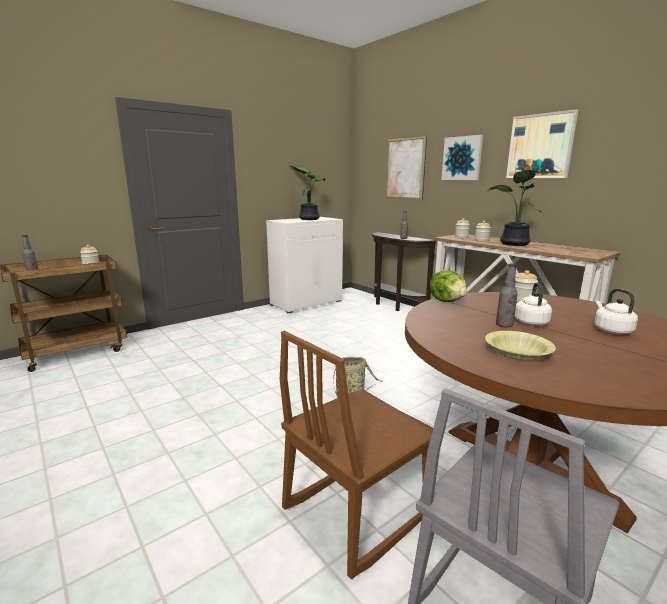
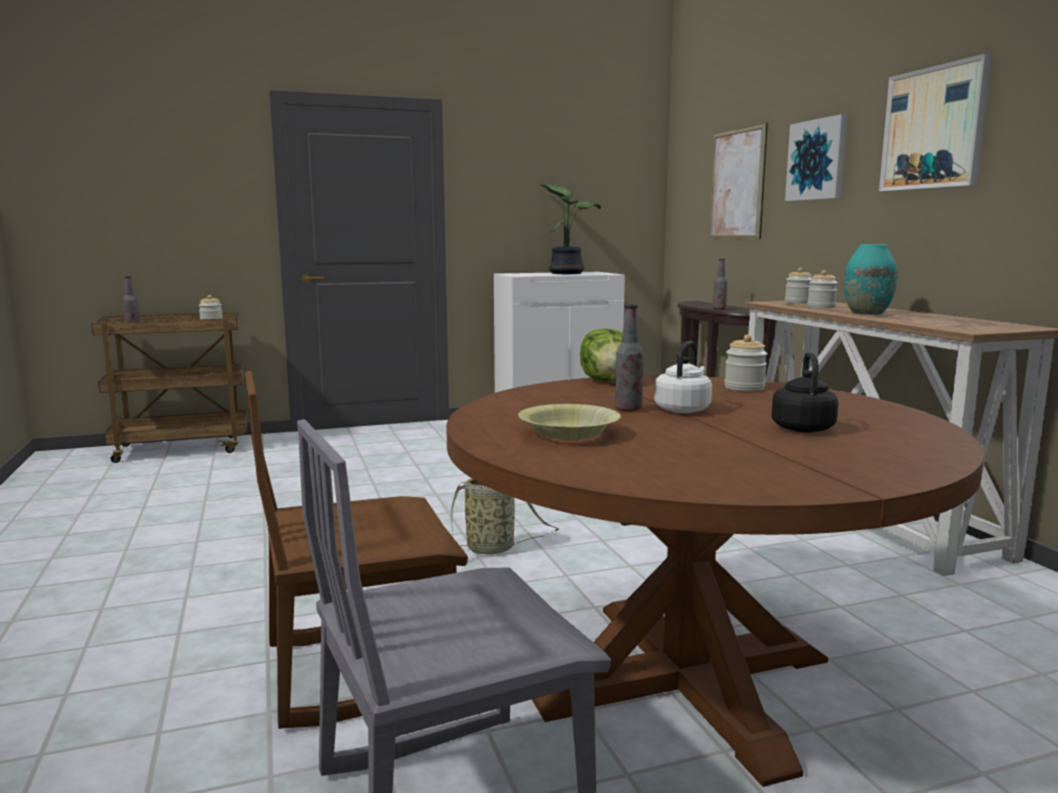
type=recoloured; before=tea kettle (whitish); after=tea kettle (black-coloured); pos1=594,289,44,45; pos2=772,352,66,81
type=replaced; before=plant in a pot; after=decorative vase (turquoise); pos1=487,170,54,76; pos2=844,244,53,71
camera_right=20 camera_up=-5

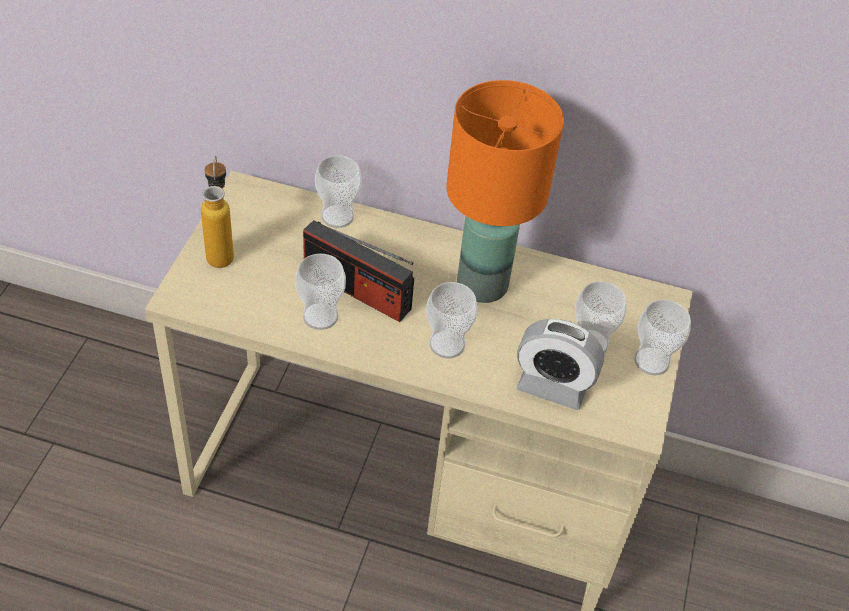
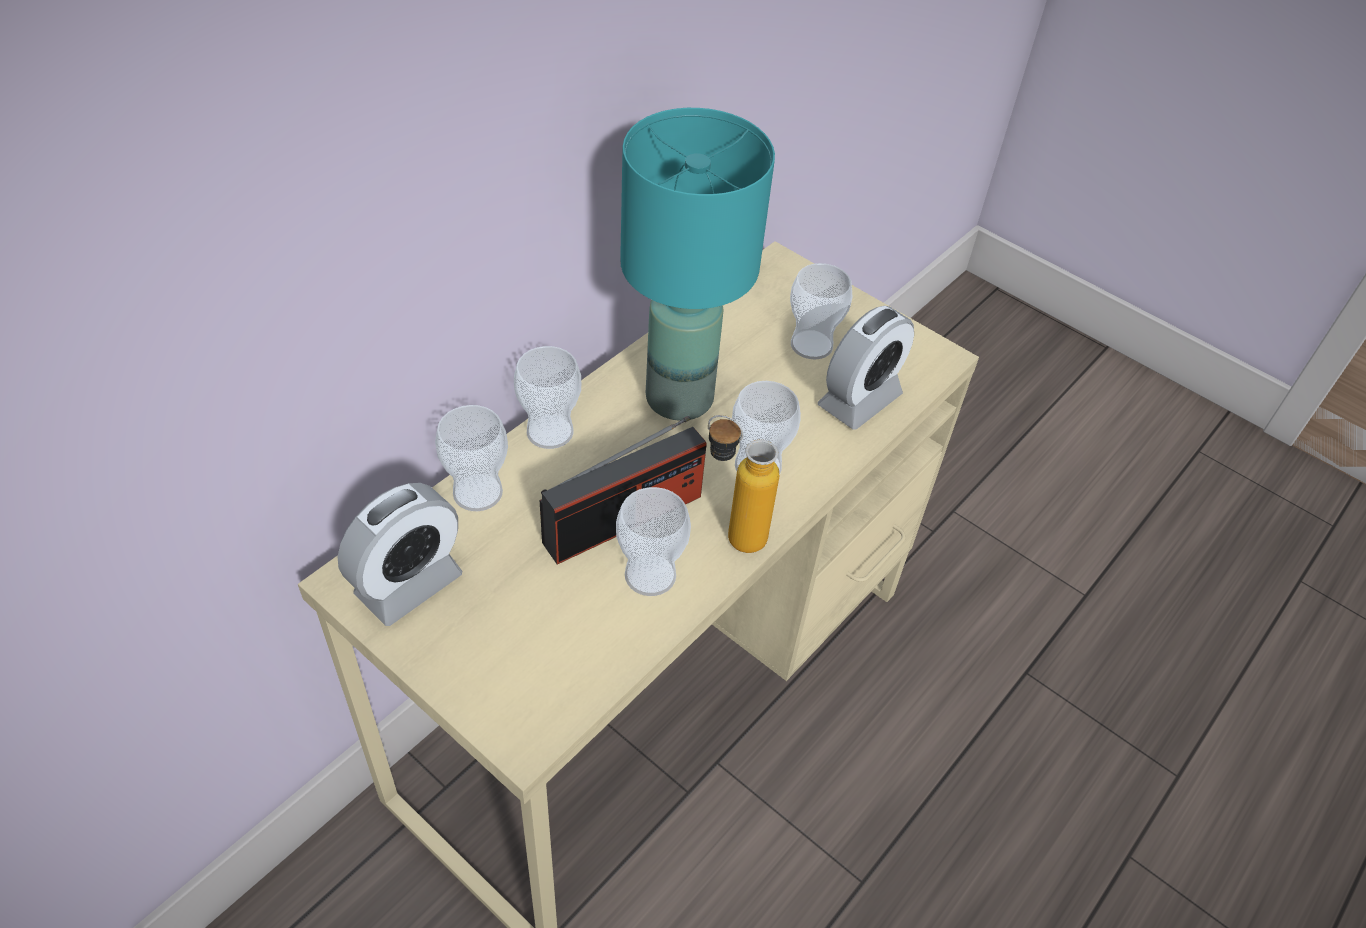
type=added; after=bedside clock; pos2=338,483,124,143
type=moved; before=cup; pos1=634,300,57,76; pos2=514,346,67,103
type=recoloured; before=table lamp (orangey); after=table lamp (turquoise); pos1=446,80,118,223; pos2=620,108,155,313
type=moved; before=bottle; pos1=201,156,33,112; pos2=708,415,71,138
camera_right=-65 camera_up=0

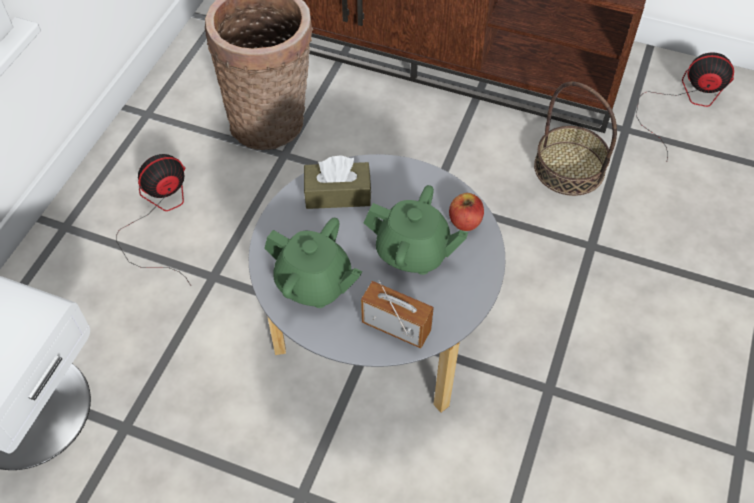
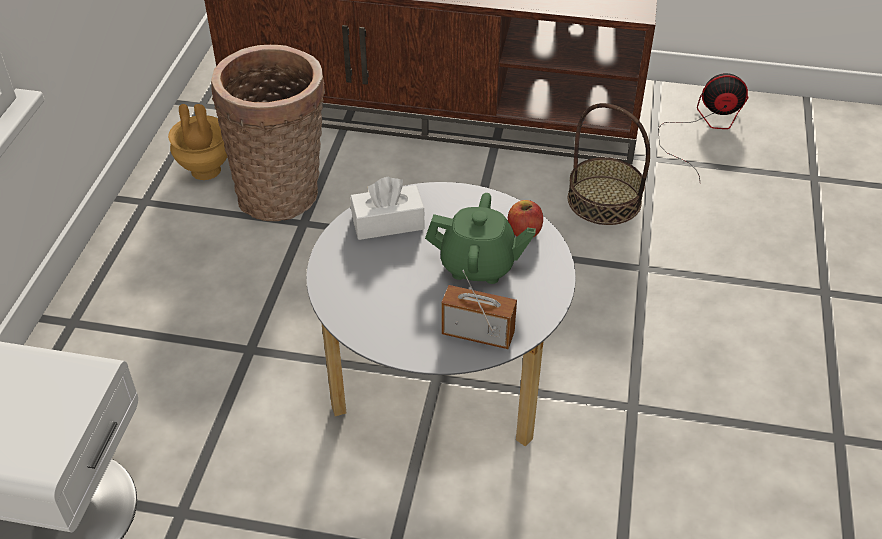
type=added; after=decorative vase (brownish); pos2=168,104,60,76
type=recoloured; before=tissue holder (brownish); after=tissue holder (whitish); pos1=304,155,67,54; pos2=350,177,75,63
type=removed; before=fan; pos1=116,154,75,132
type=removed; before=tea pot (green-coloured); pos1=264,218,98,90
camera_right=-10 camera_up=-10

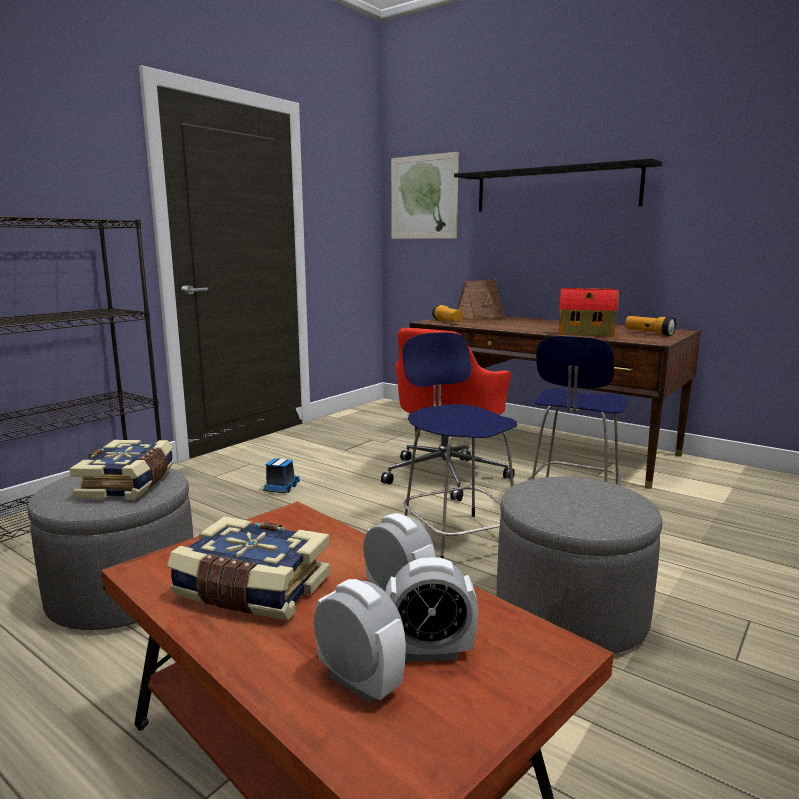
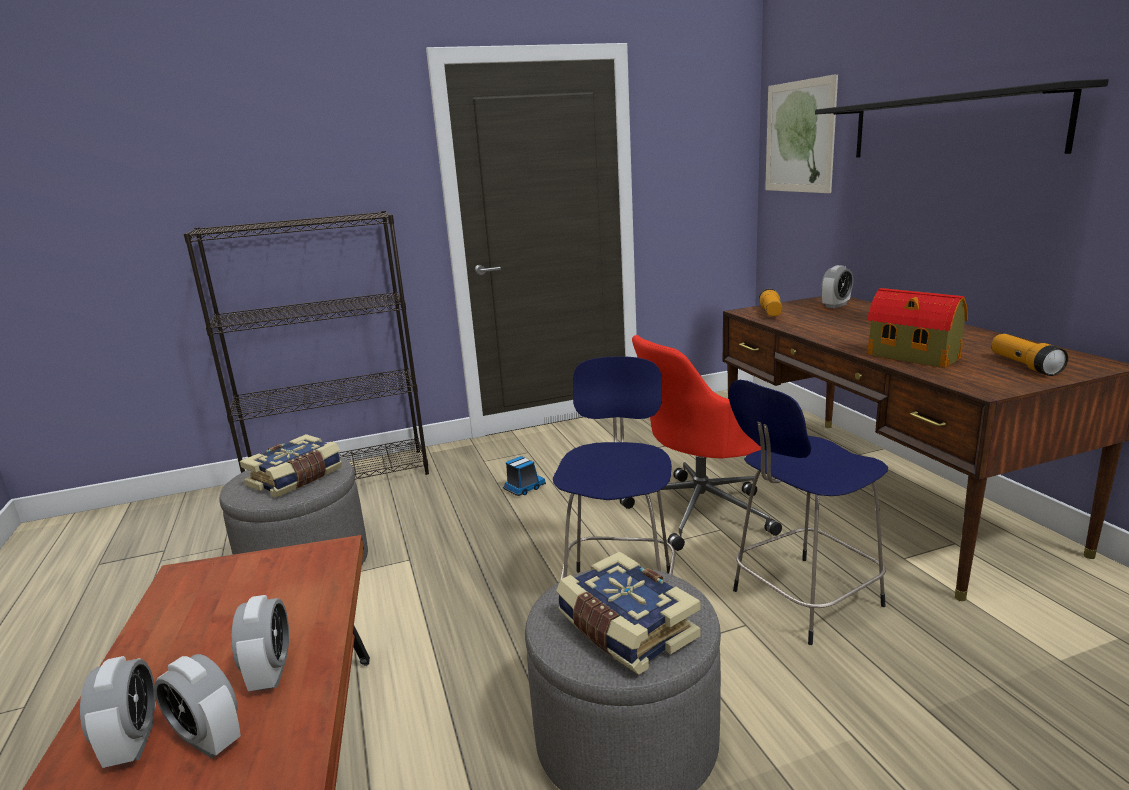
type=moved; before=book; pos1=167,516,164,104; pos2=556,551,145,124
type=replaced; before=miniature house; after=bedside clock; pos1=457,280,50,40; pos2=821,265,32,43
camera_right=35 camera_up=5

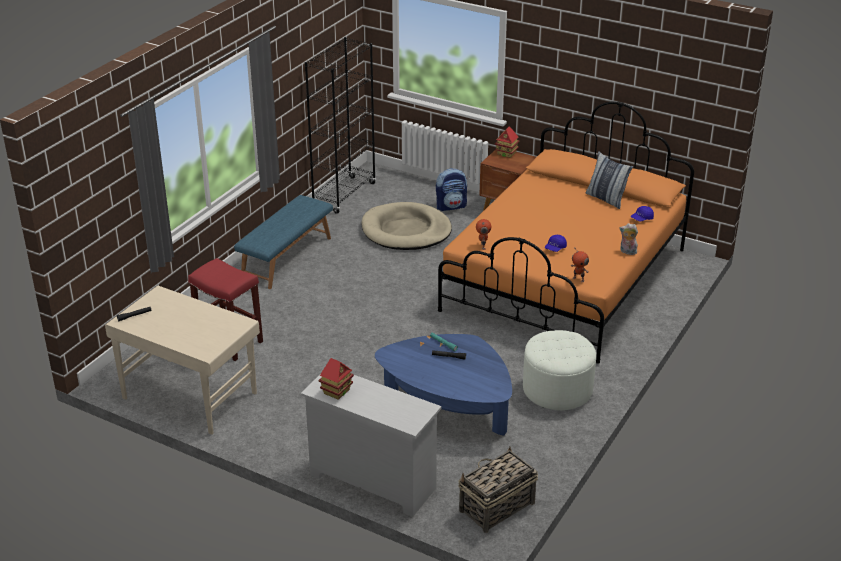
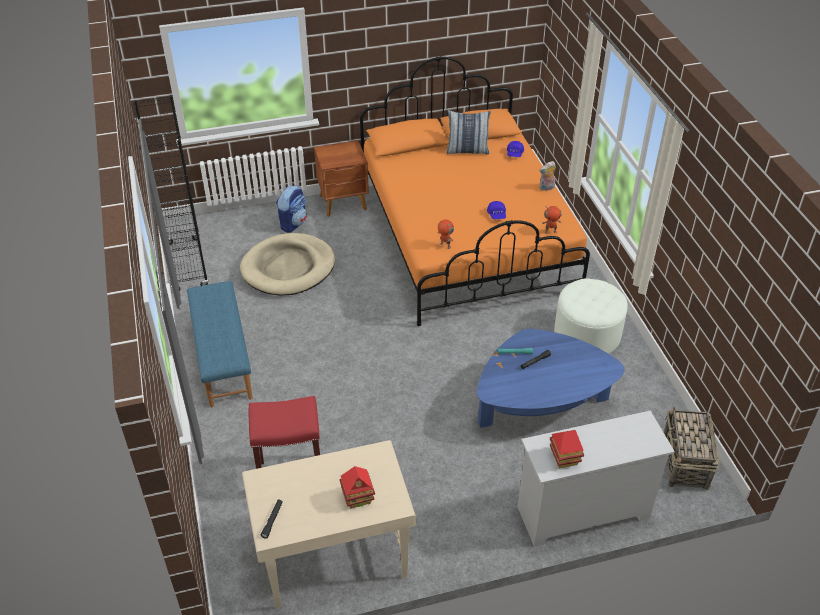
type=moved; before=miniature house; pos1=495,126,24,32; pos2=339,466,36,42
camera_right=-45 camera_up=10

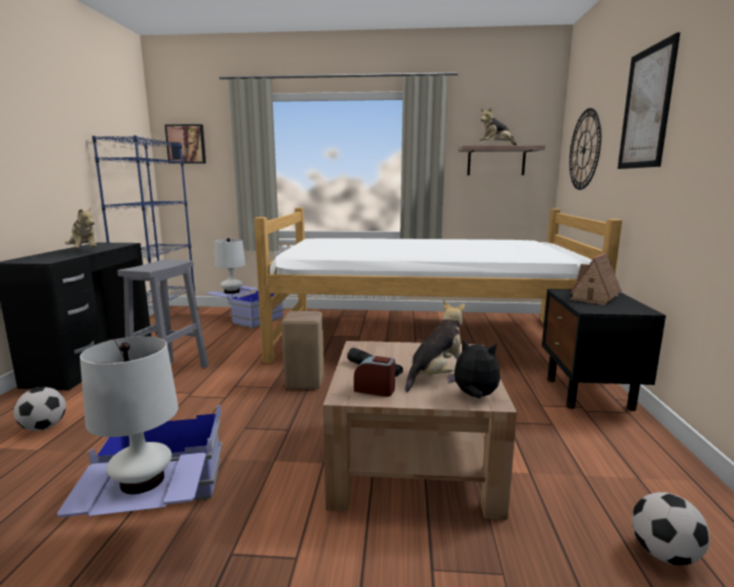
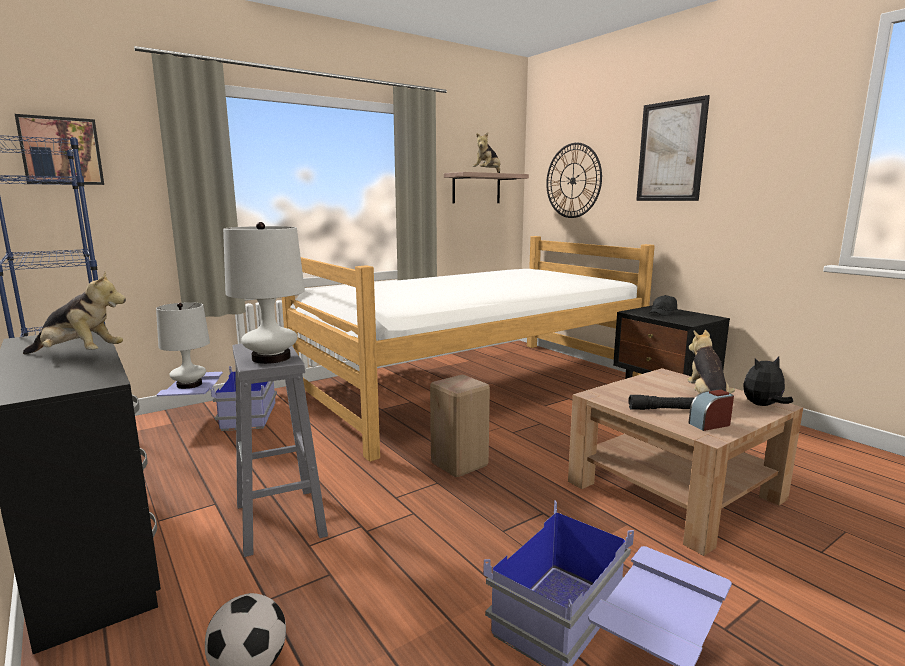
type=moved; before=table lamp (whitish); pos1=80,336,98,158; pos2=223,222,82,142
type=replaced; before=miniature house; after=cap (black-coloured); pos1=570,253,52,52; pos2=648,295,29,21
type=removed; before=football ball; pos1=632,492,78,74
camera_right=-40 camera_up=0

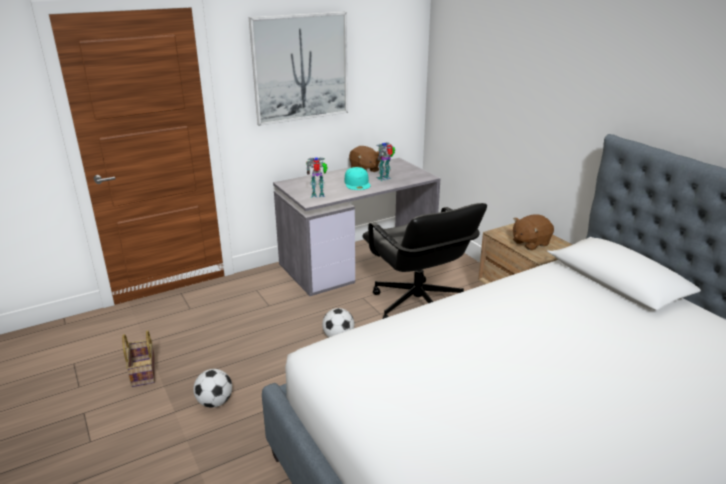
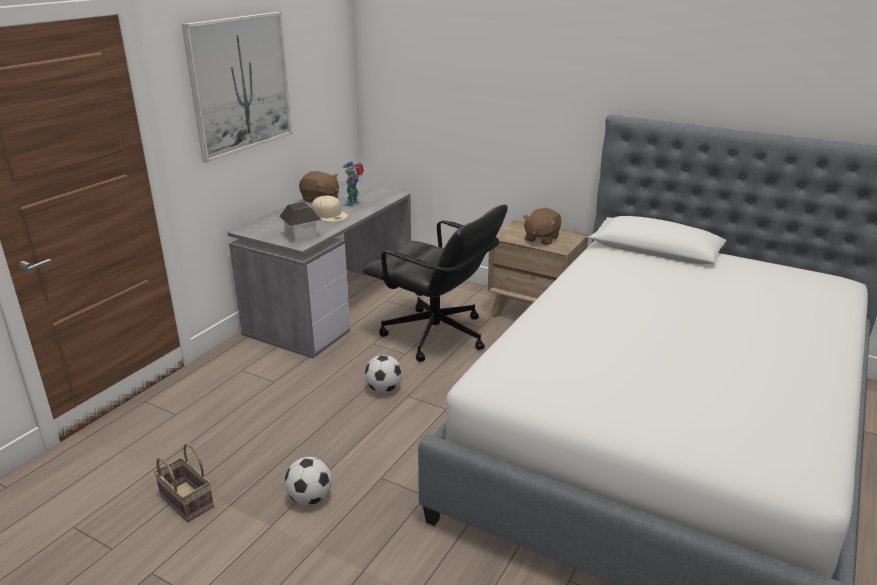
type=replaced; before=toy robot; after=miniature house; pos1=306,157,22,41; pos2=279,201,42,41
type=recoloured; before=cap (turquoise); after=cap (beige); pos1=345,167,25,23; pos2=311,196,37,26
camera_right=-30 camera_up=0

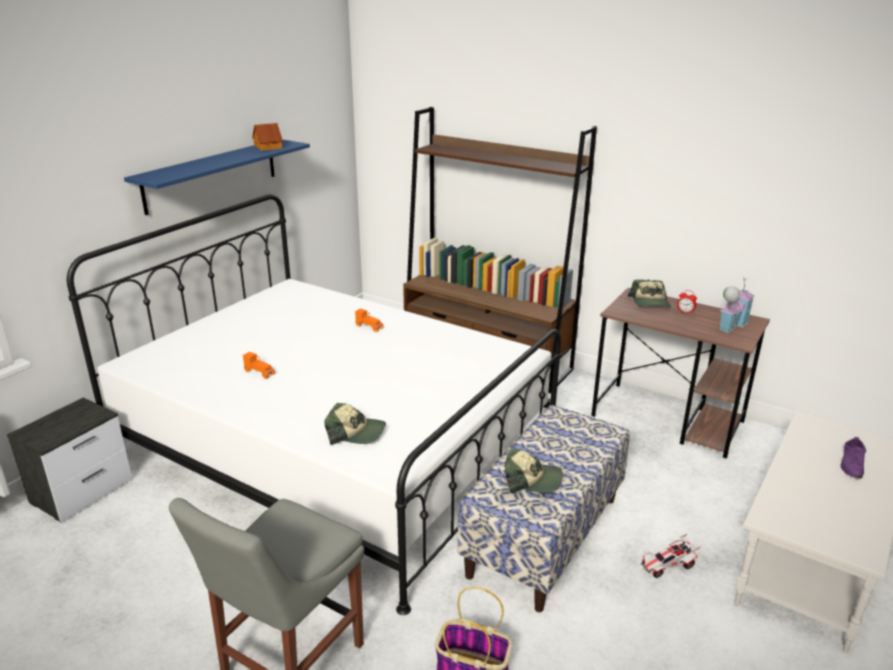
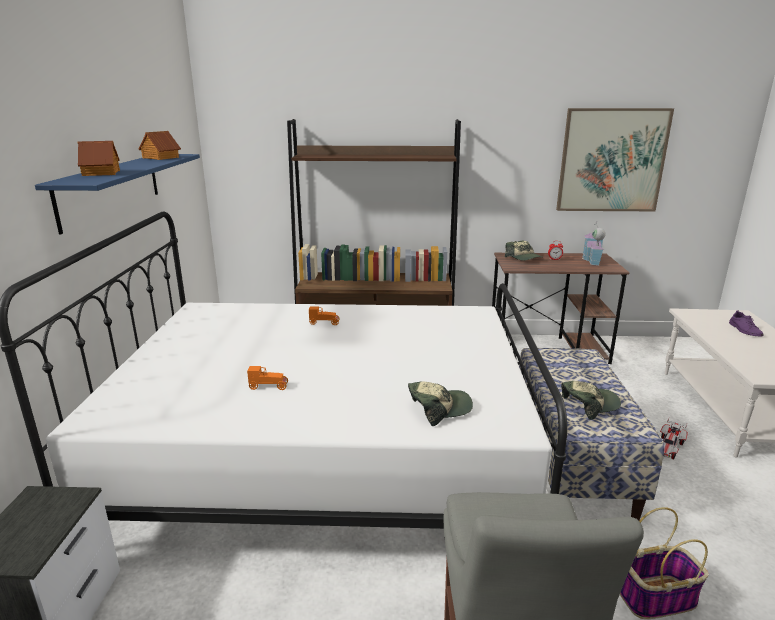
type=added; after=miniature house; pos2=78,141,42,35
type=added; after=picture; pos2=556,108,118,103
camera_right=-30 camera_up=-5

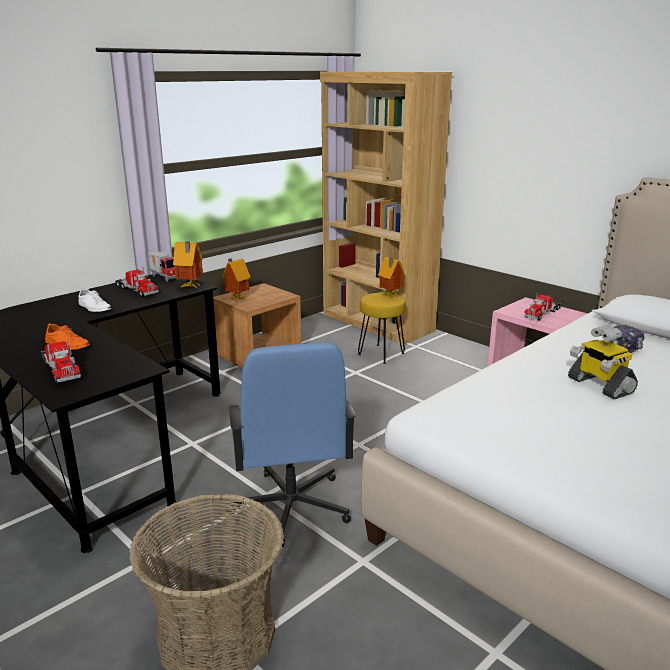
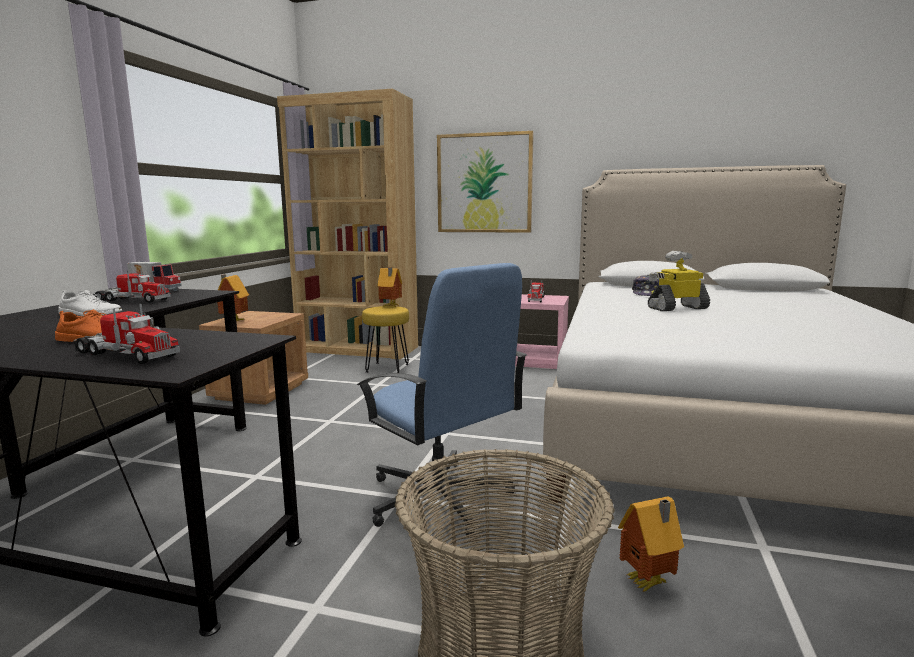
type=added; after=picture; pos2=437,131,97,102
type=moved; before=miniature house; pos1=173,241,30,47; pos2=618,496,66,96
type=turned; before=toy robot; pos1=568,326,70,73; pos2=648,251,62,60; turn=135
camera_right=-30 camera_up=-10

